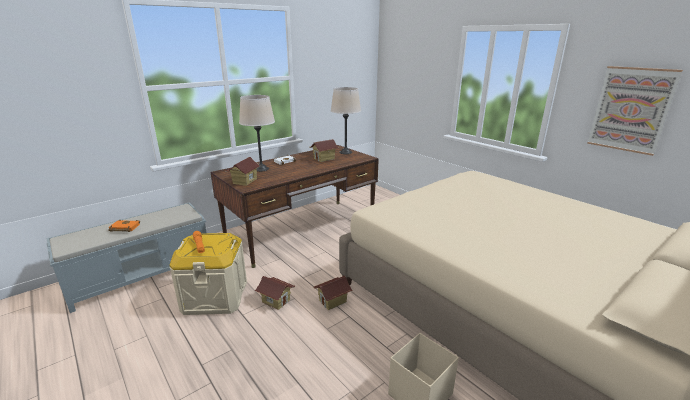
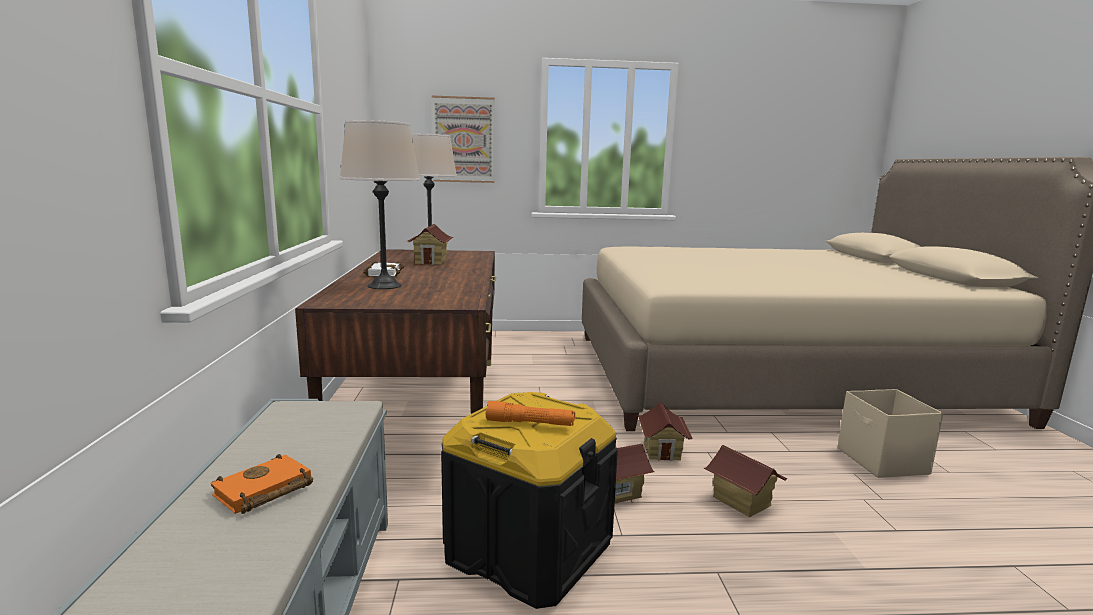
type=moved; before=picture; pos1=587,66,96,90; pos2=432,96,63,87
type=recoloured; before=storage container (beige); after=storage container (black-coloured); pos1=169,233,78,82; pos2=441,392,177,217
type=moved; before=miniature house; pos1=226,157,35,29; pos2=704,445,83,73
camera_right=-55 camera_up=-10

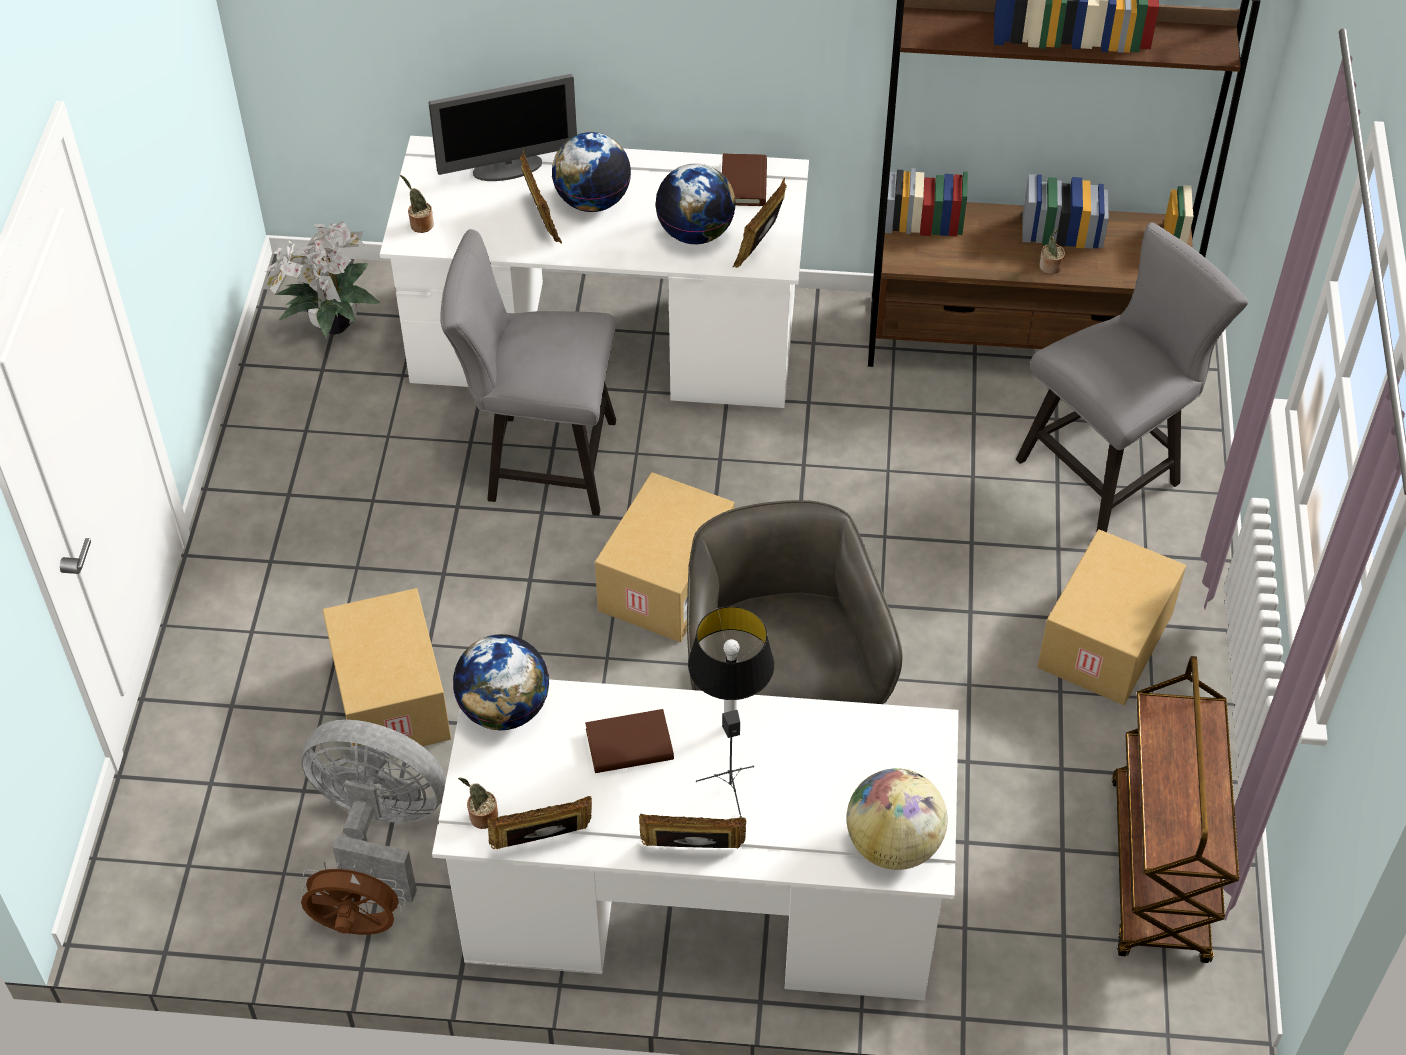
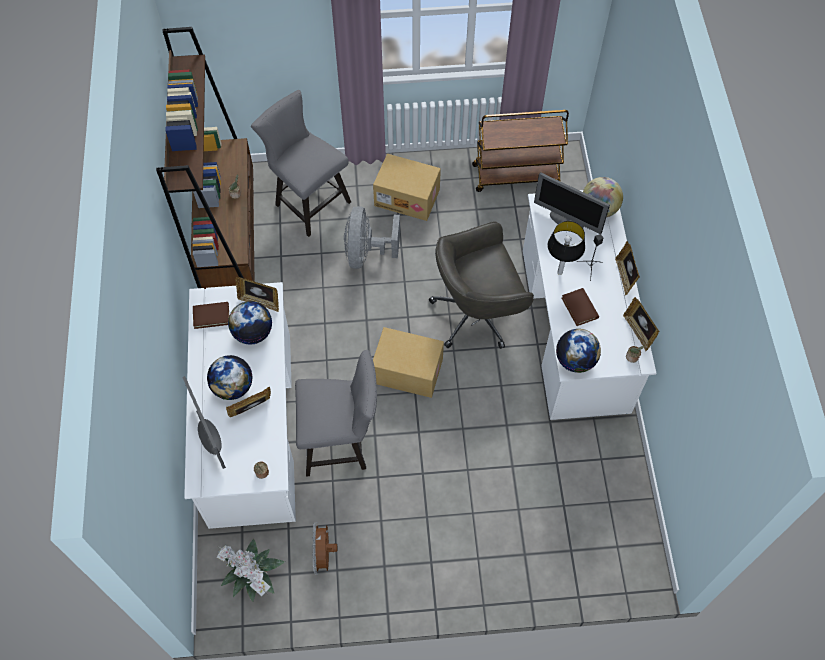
type=turned; before=chair (grey); pos1=440,229,176,287; pos2=295,350,82,127; turn=-90
type=moved; before=fan (brownish); pos1=300,861,106,74; pos2=312,522,25,53
type=moved; before=fan (grey); pos1=301,720,144,182; pos2=344,206,56,63
type=added; after=monitor; pos2=534,172,76,62
type=removed; before=carton; pos1=323,588,128,158
camera_right=-100 camera_up=10

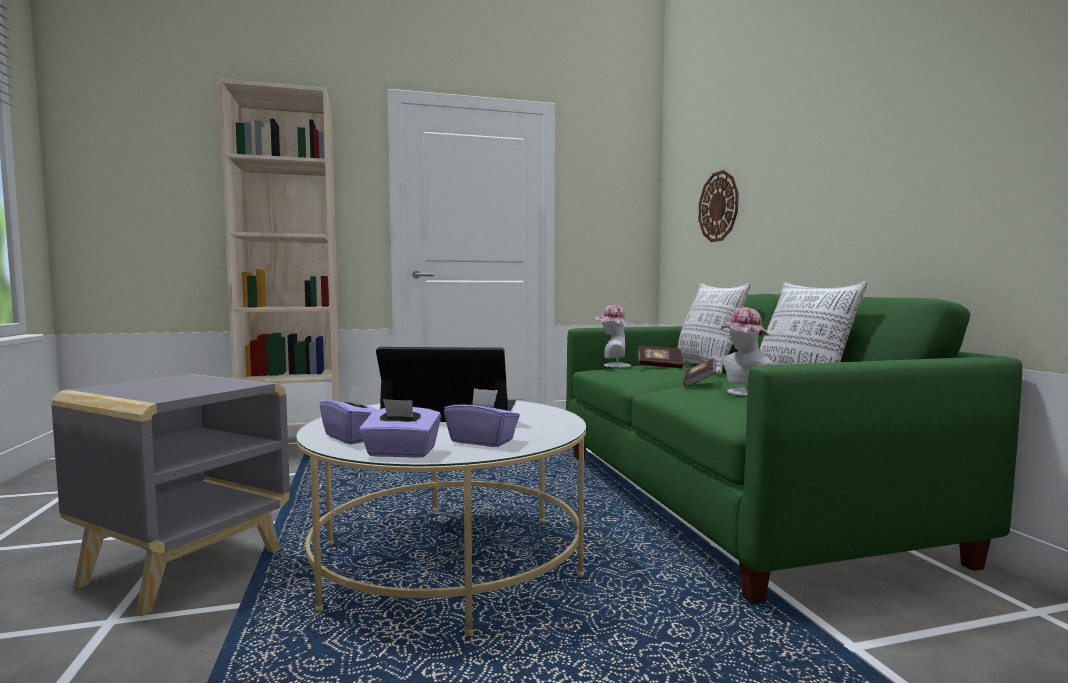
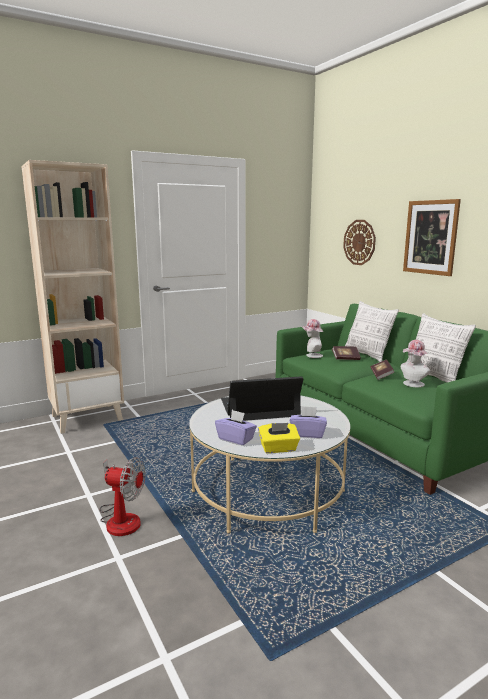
type=replaced; before=accent table (grey); after=fan; pos1=51,374,239,243; pos2=100,457,45,79
type=recoloured; before=tissue holder (purplish); after=tissue holder (yellow); pos1=359,399,82,59; pos2=258,423,42,30
type=added; after=picture; pos2=403,199,58,77
camera_right=-15 camera_up=10

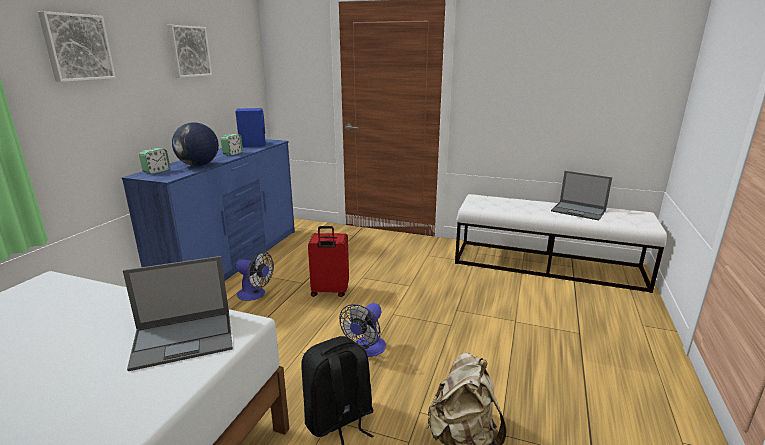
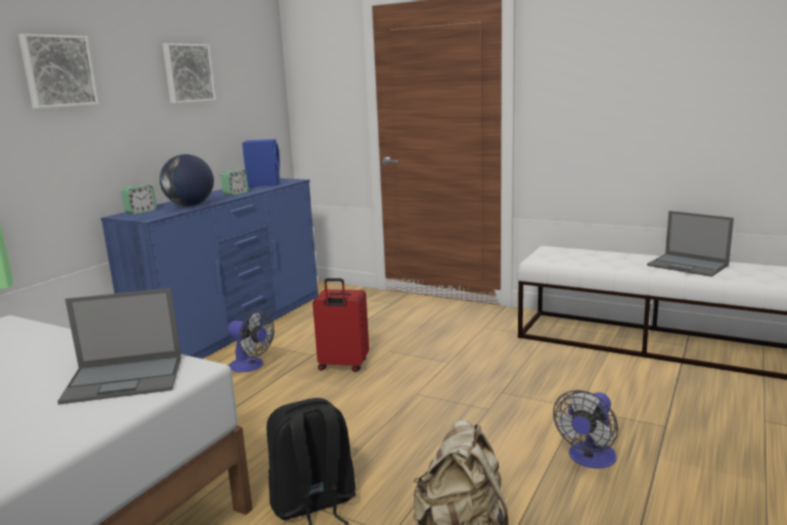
type=moved; before=fan; pos1=339,303,47,54; pos2=553,390,65,79
camera_right=10 camera_up=-5

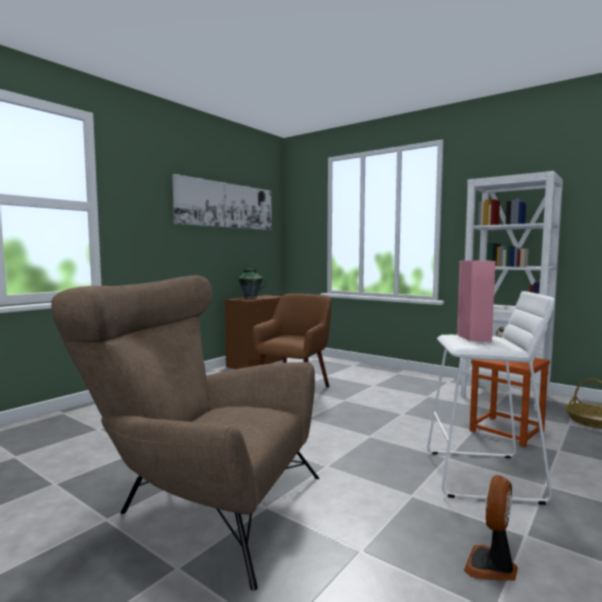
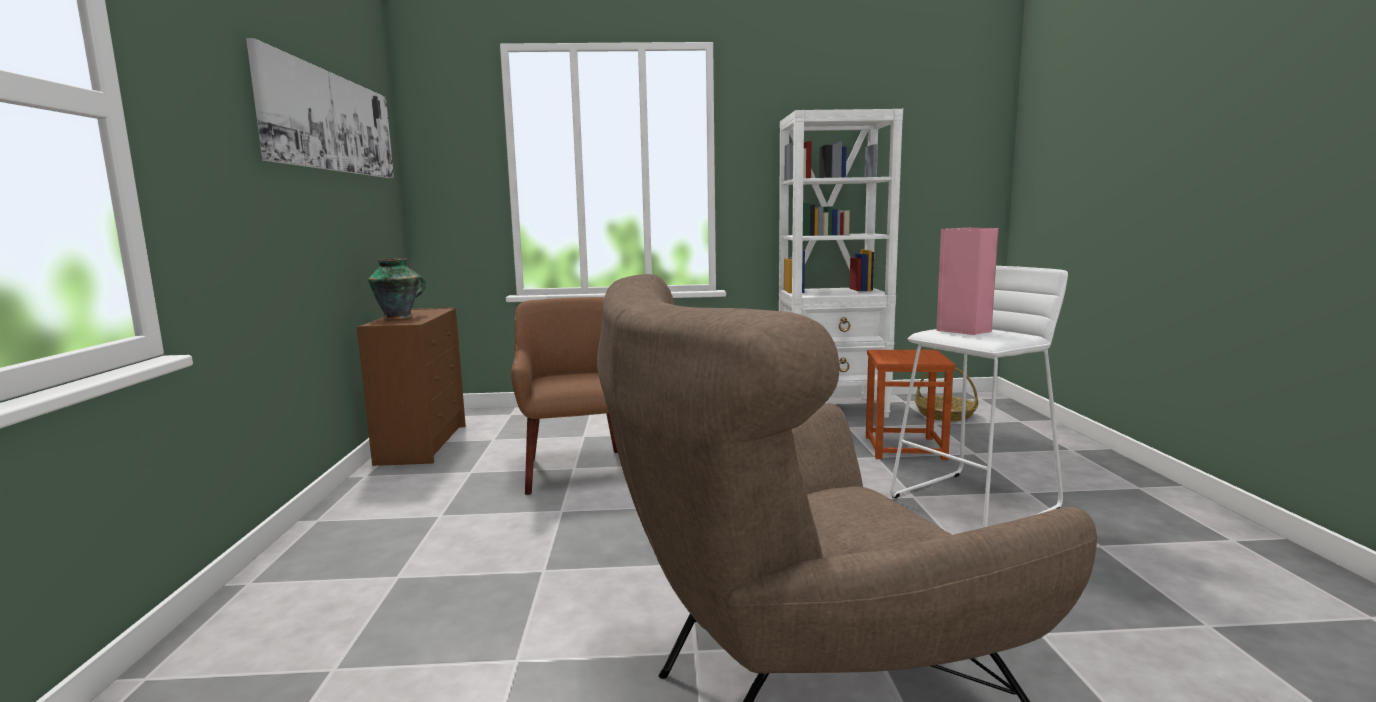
type=removed; before=fan; pos1=464,475,54,106
camera_right=-40 camera_up=5

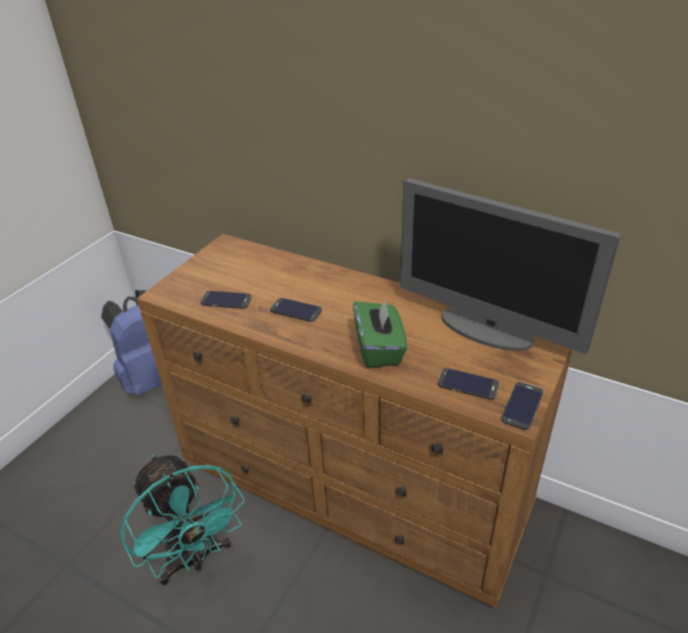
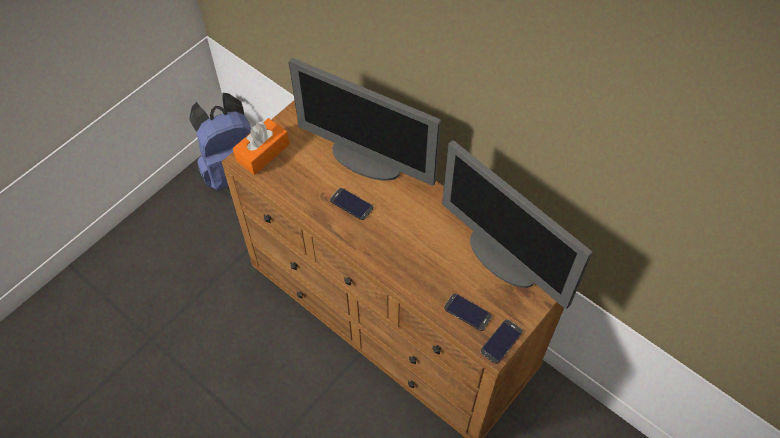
type=added; after=tissue holder (orangey); pos2=233,118,56,57
type=added; after=monitor; pos2=289,58,152,128
type=removed; before=fan (turquoise); pos1=120,454,125,131
type=removed; before=handset; pos1=200,291,52,18
type=removed; before=tissue holder (green-coloured); pos1=353,297,54,71
camera_right=10 camera_up=20

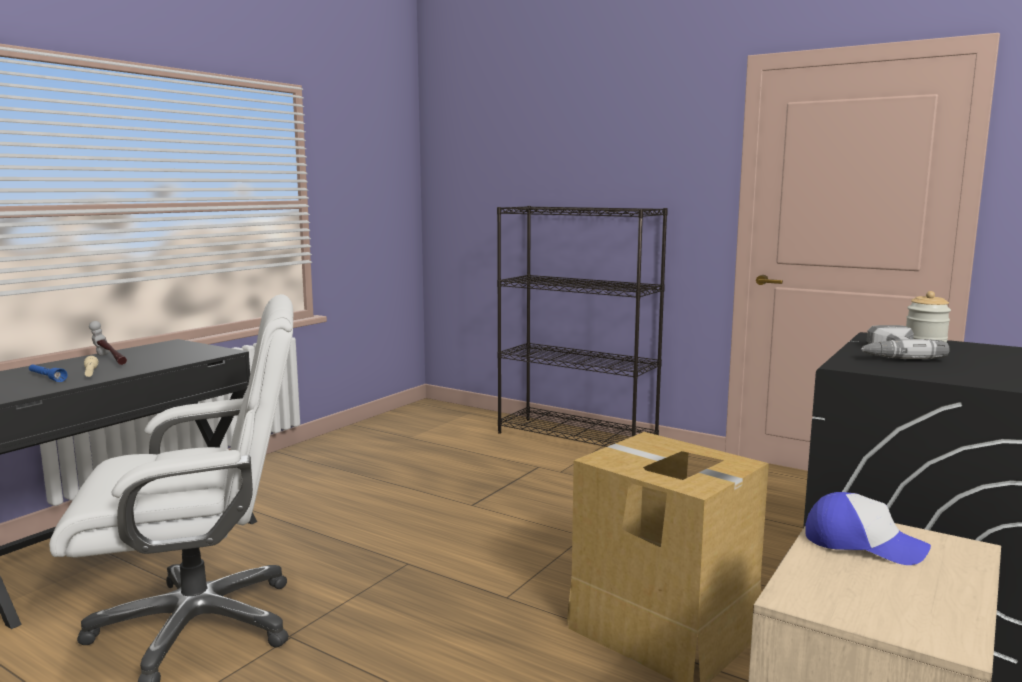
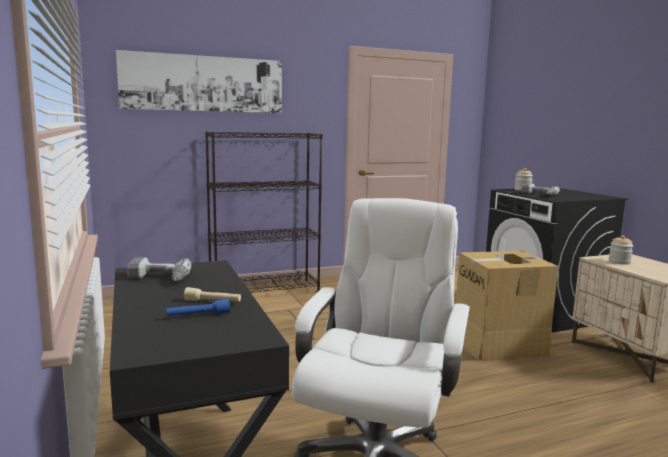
type=added; after=picture; pos2=116,50,166,63
type=added; after=power drill; pos2=127,257,65,24
type=replaced; before=cap; after=preserve jar; pos1=805,492,126,73; pos2=608,235,25,30
type=removed; before=hammer; pos1=89,321,38,44
camera_right=-55 camera_up=0

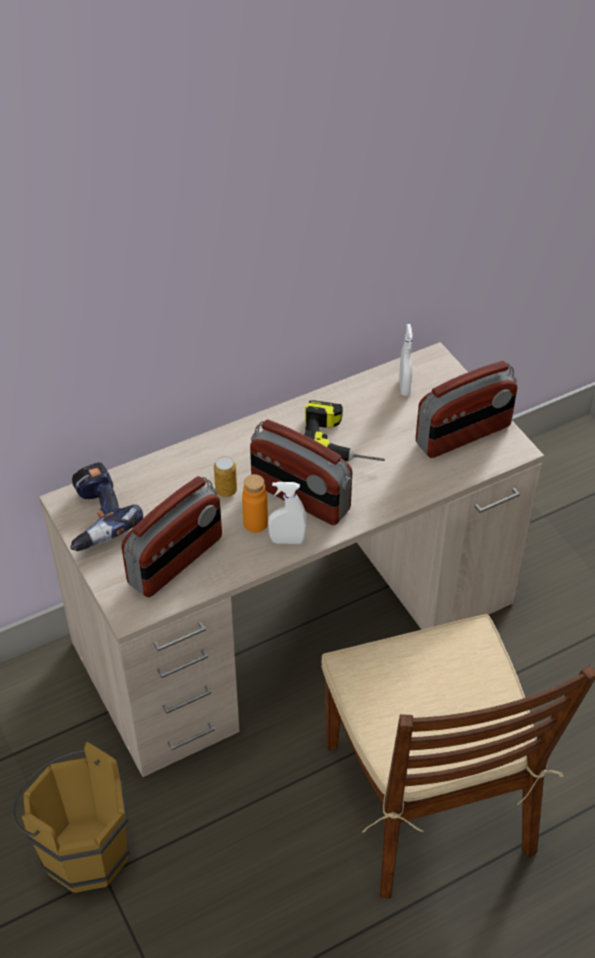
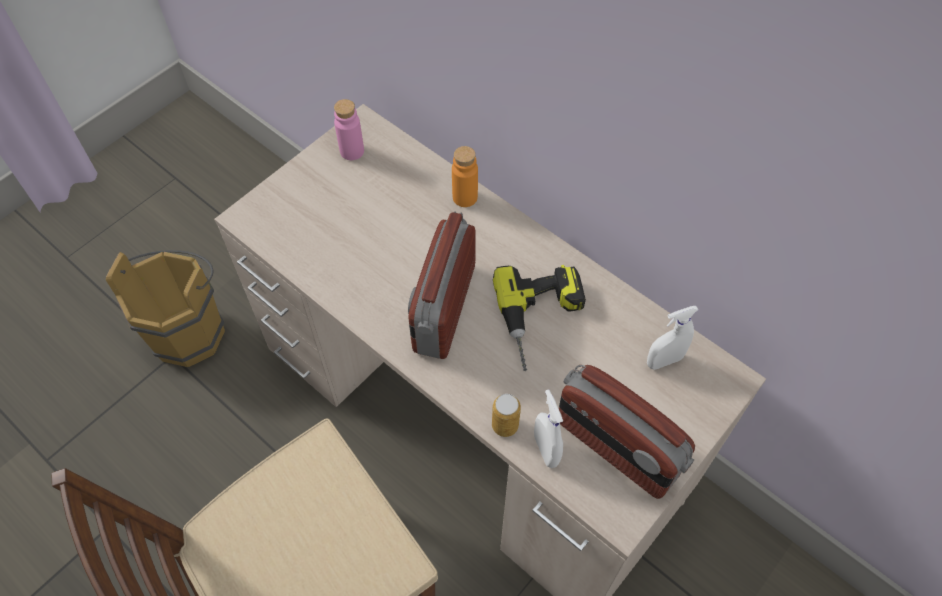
type=replaced; before=power drill; after=bottle (pinkish); pos1=70,462,73,89; pos2=334,99,30,61
type=moved; before=bottle (orangey); pos1=242,474,26,59; pos2=452,146,26,61
type=moved; before=sealed can; pos1=214,456,23,41; pos2=492,394,29,43
type=moved; before=spray bottle (whitish); pos1=268,482,39,62; pos2=534,389,29,79
type=removed; before=radio; pos1=121,476,101,122
camera_right=70 camera_up=10

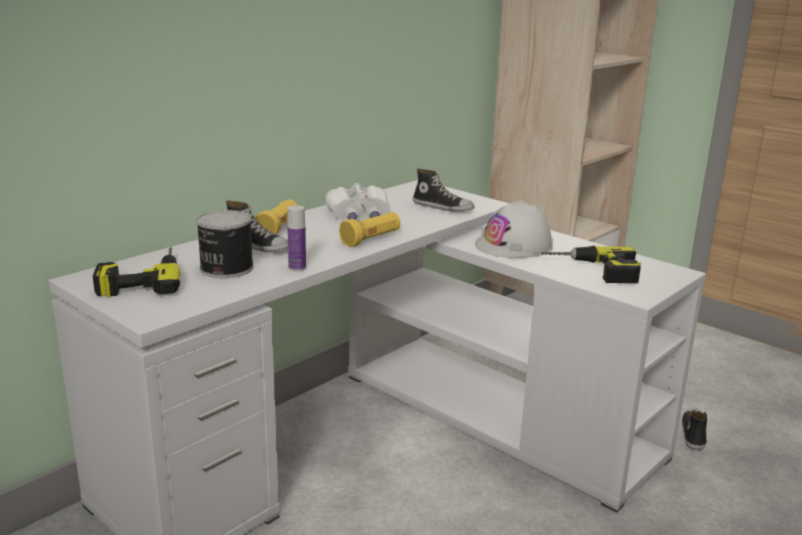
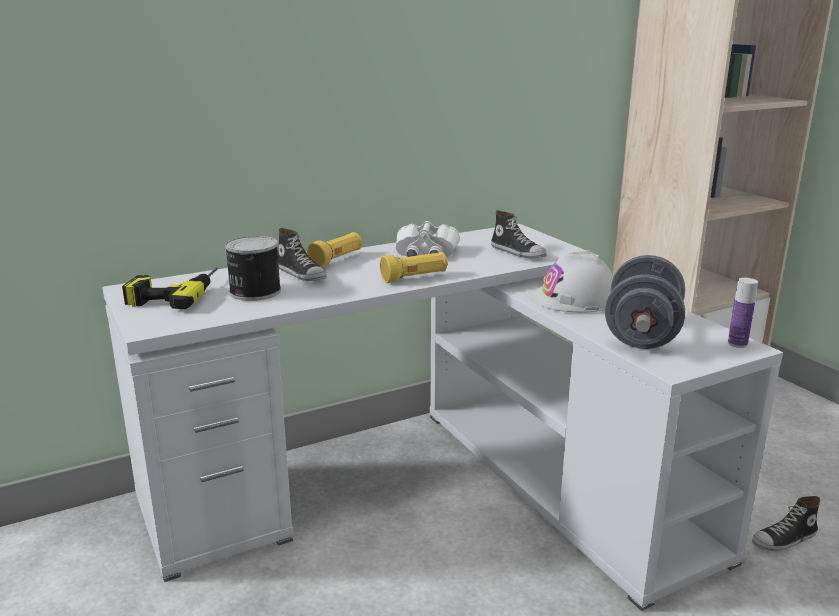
type=replaced; before=power drill; after=dumbbell (grey); pos1=541,246,100,37; pos2=605,255,80,94
type=moved; before=bottle; pos1=287,205,19,66; pos2=728,278,30,70
type=turned; before=low shoe; pos1=682,408,26,42; pos2=752,496,68,55; turn=-150
camera_right=20 camera_up=0

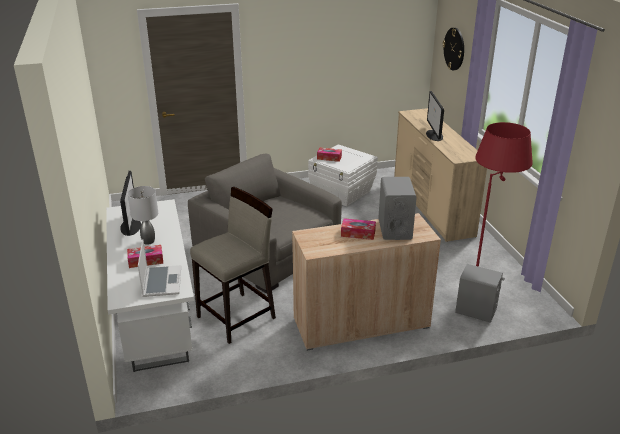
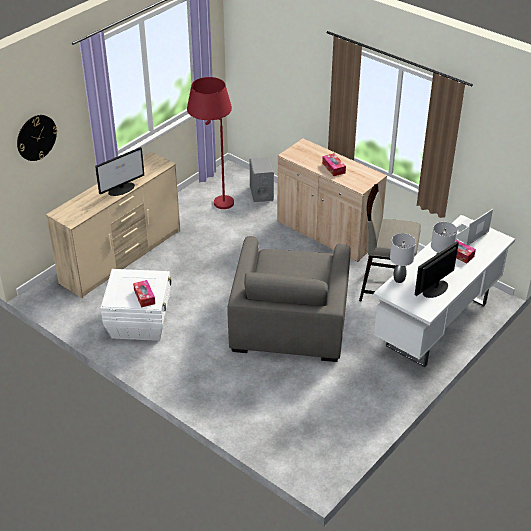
type=added; after=table lamp (grey); pos2=390,233,26,50
type=removed; before=loudspeaker (grey); pos1=378,177,39,63
camera_right=-125 camera_up=10

